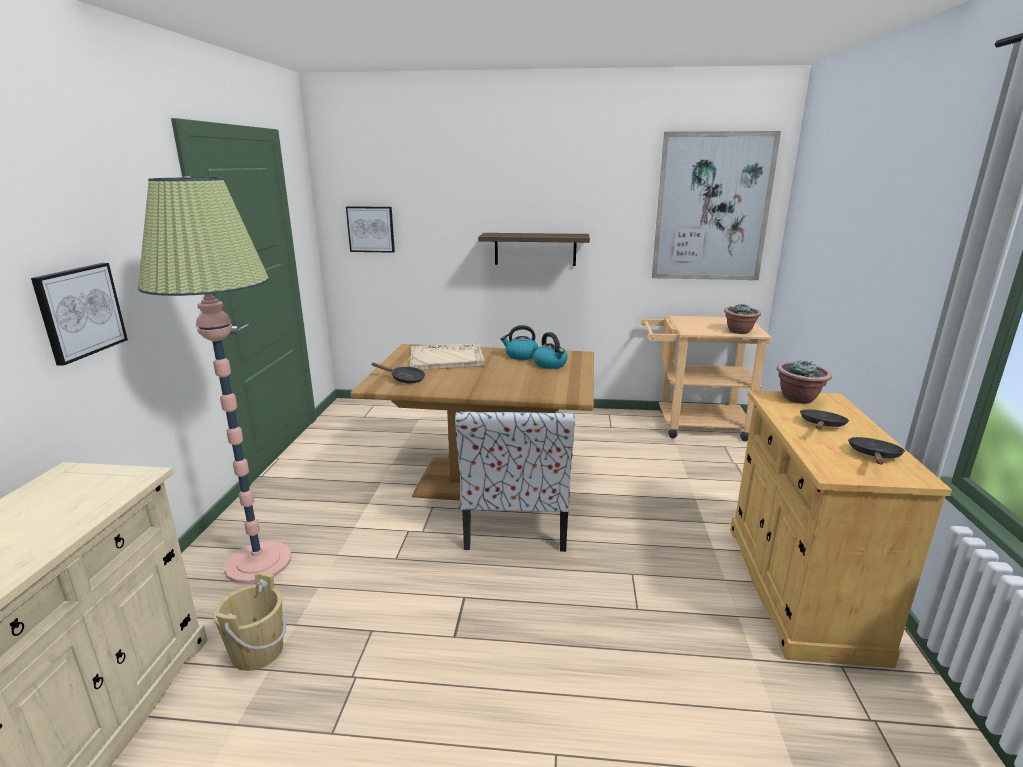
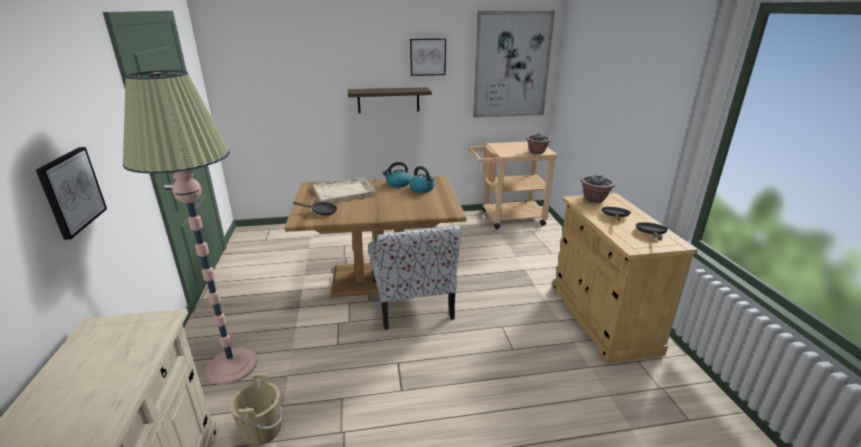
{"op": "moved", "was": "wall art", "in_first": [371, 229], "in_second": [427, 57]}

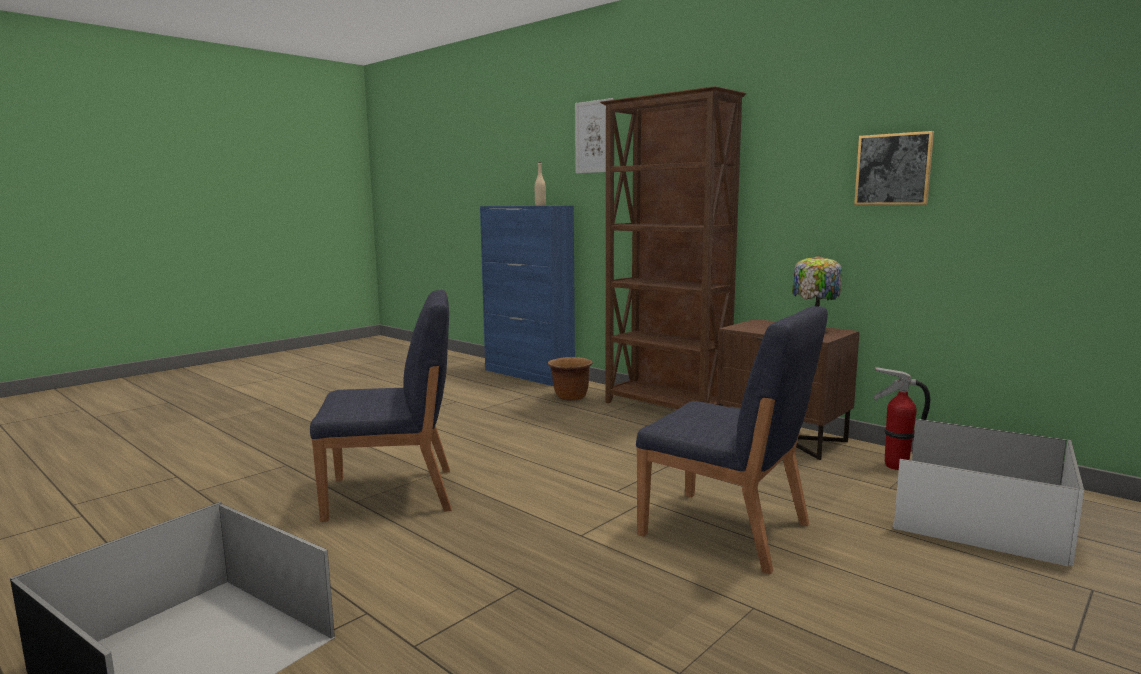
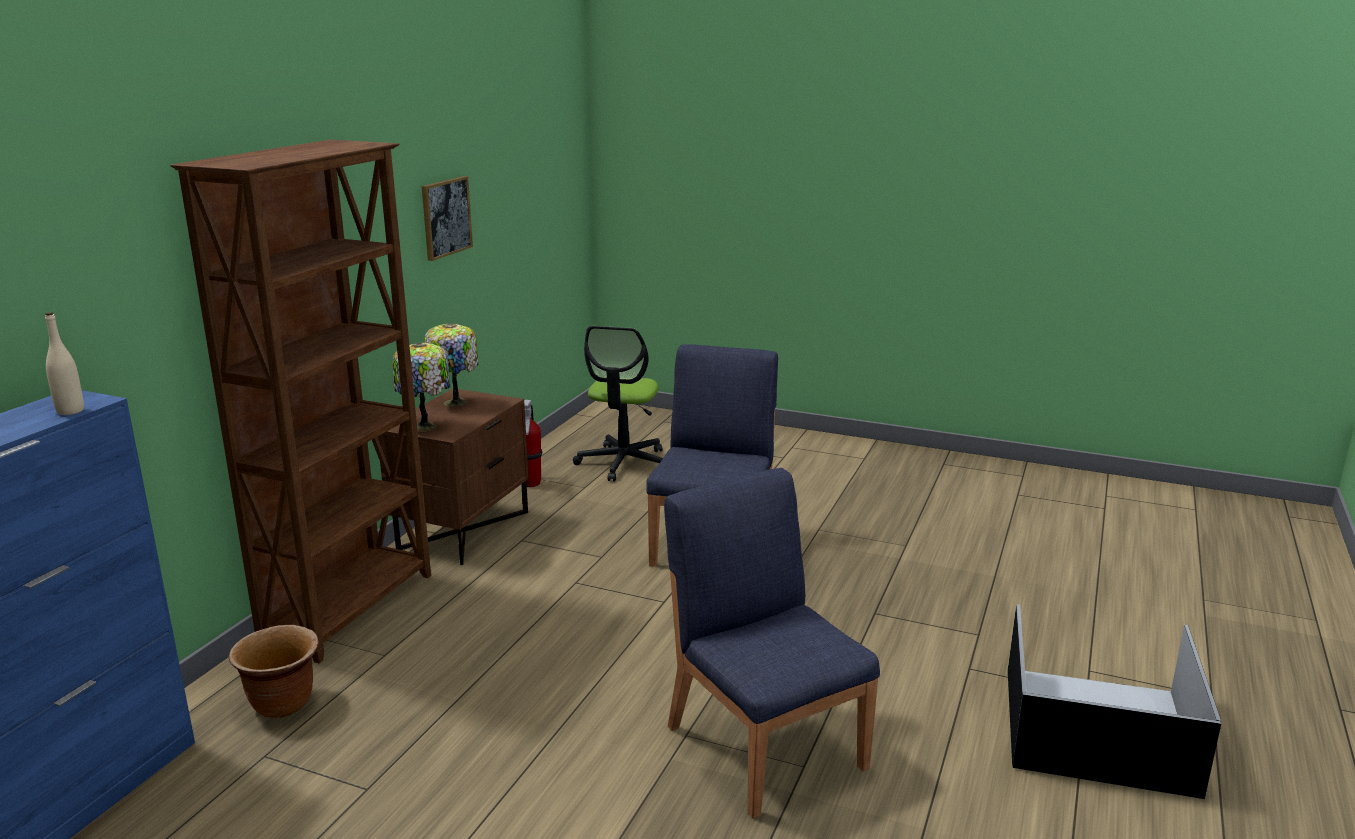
{"op": "removed", "was": "wall art", "in_first": [594, 137]}
{"op": "replaced", "was": "white storage box", "now": "desk chair", "in_first": [980, 515], "in_second": [623, 462]}
{"op": "added", "now": "table lamp", "in_second": [425, 427]}

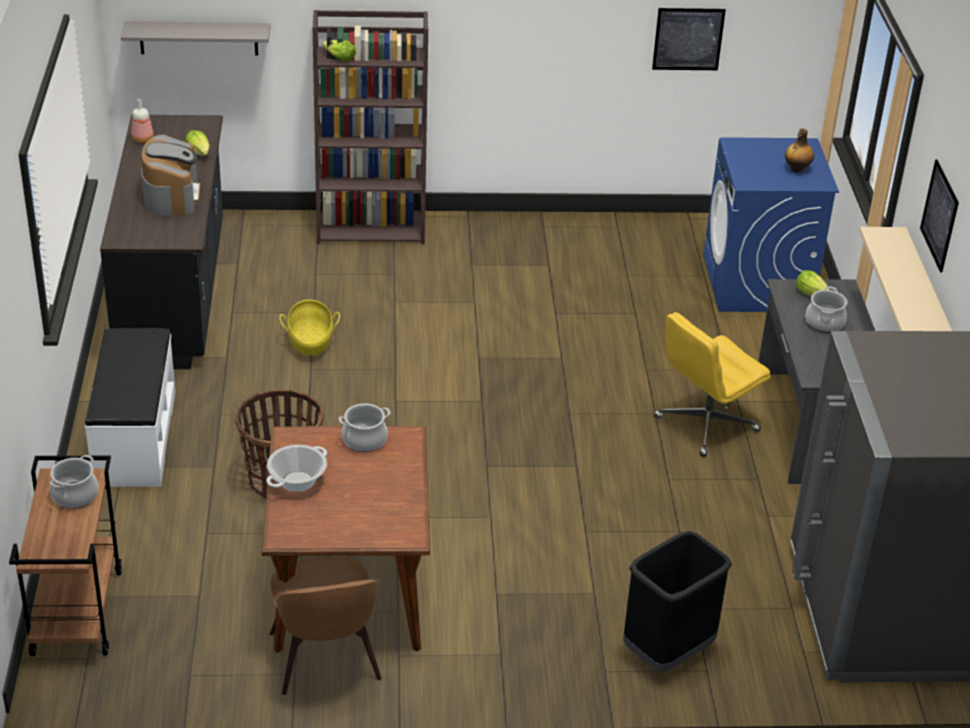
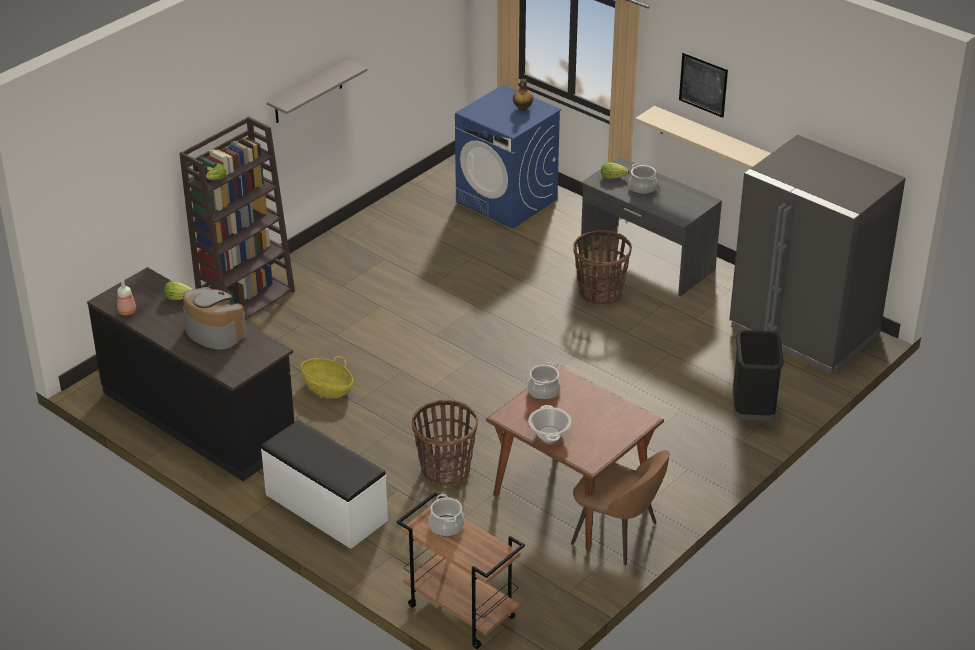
{"op": "moved", "was": "greyish wall shelf", "in_first": [198, 38], "in_second": [308, 92]}
{"op": "removed", "was": "wall art", "in_first": [688, 39]}
{"op": "replaced", "was": "yellowish desk chair", "now": "household basket", "in_first": [705, 425], "in_second": [600, 293]}

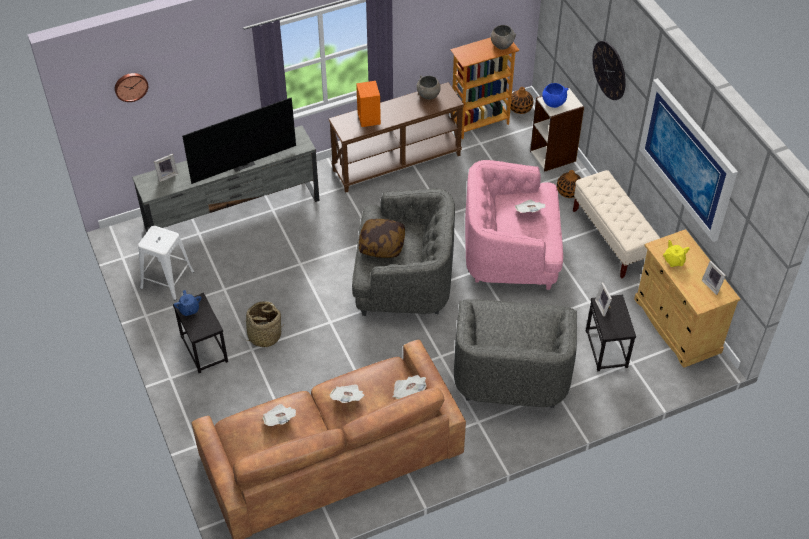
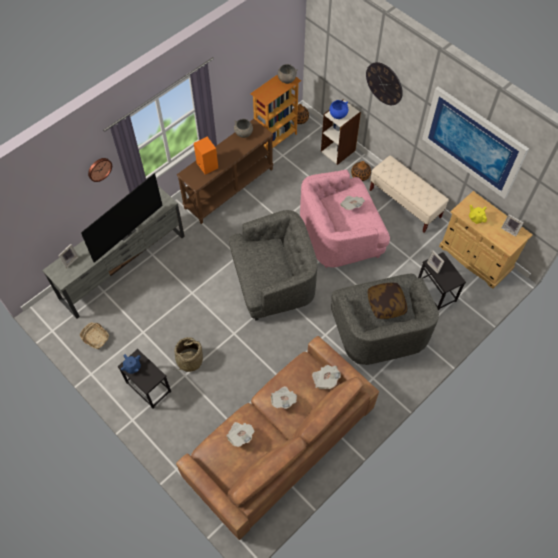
{"op": "moved", "was": "wall clock", "in_first": [130, 86], "in_second": [99, 169]}
{"op": "replaced", "was": "white stool seat", "now": "household basket", "in_first": [167, 279], "in_second": [95, 338]}
{"op": "moved", "was": "pillow", "in_first": [382, 244], "in_second": [386, 304]}

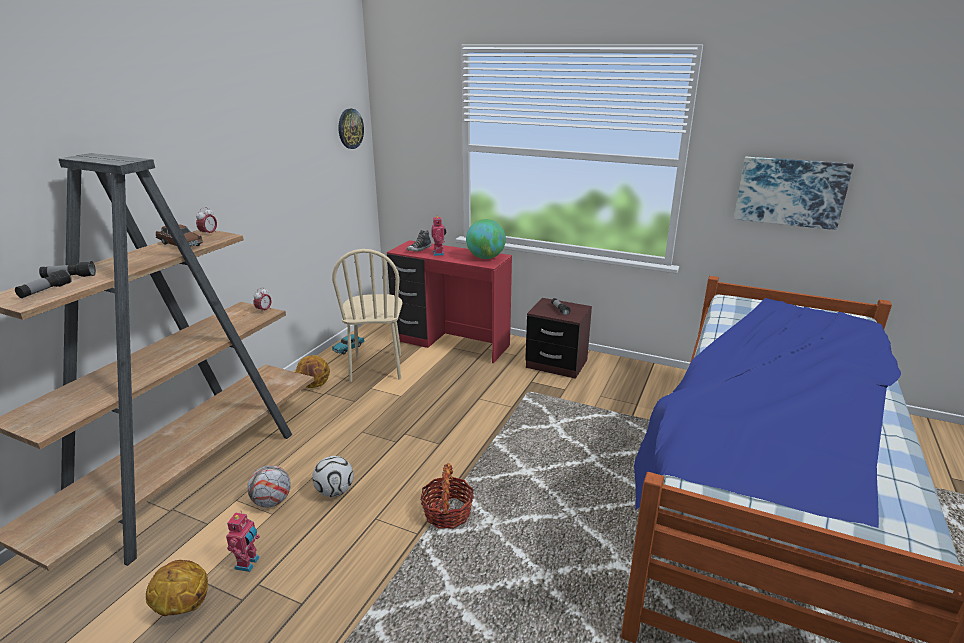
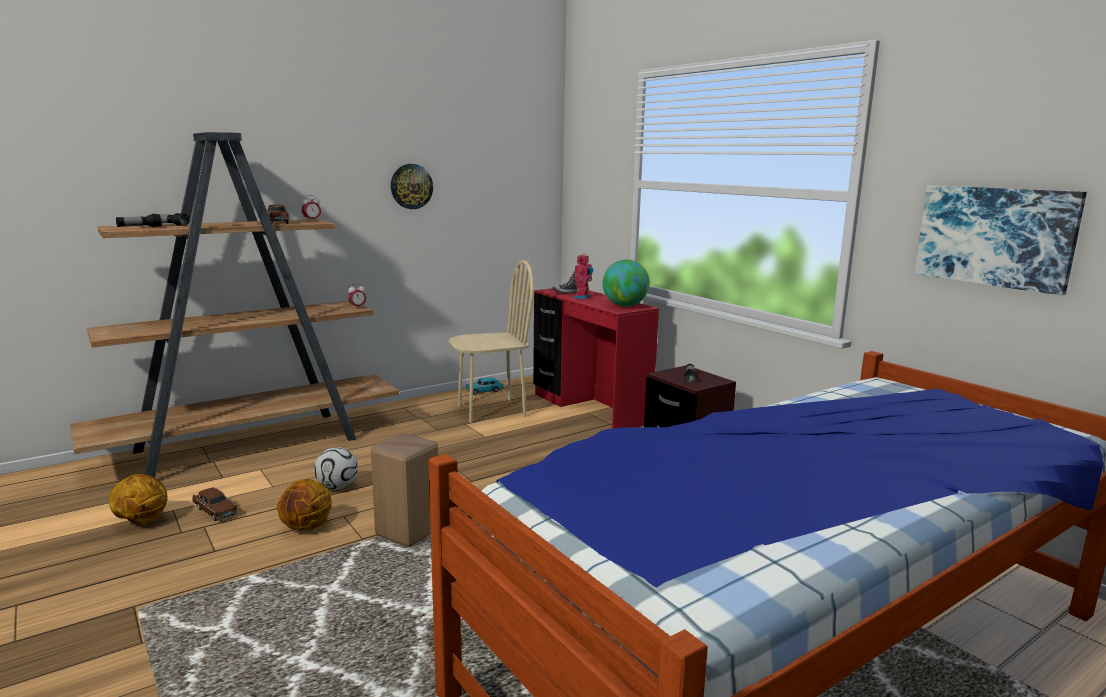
{"op": "replaced", "was": "model robot", "now": "brown toy car", "in_first": [248, 563], "in_second": [215, 511]}
{"op": "removed", "was": "ball for football", "in_first": [272, 501]}
{"op": "moved", "was": "ball for basketball", "in_first": [314, 385], "in_second": [306, 527]}
{"op": "turned", "was": "beige plain chair", "in_first": [377, 367], "in_second": [491, 411], "clockwise": -135}
{"op": "moved", "was": "wall clock", "in_first": [350, 128], "in_second": [411, 186]}
{"op": "replaced", "was": "household basket", "now": "beige stool seat", "in_first": [447, 513], "in_second": [408, 533]}

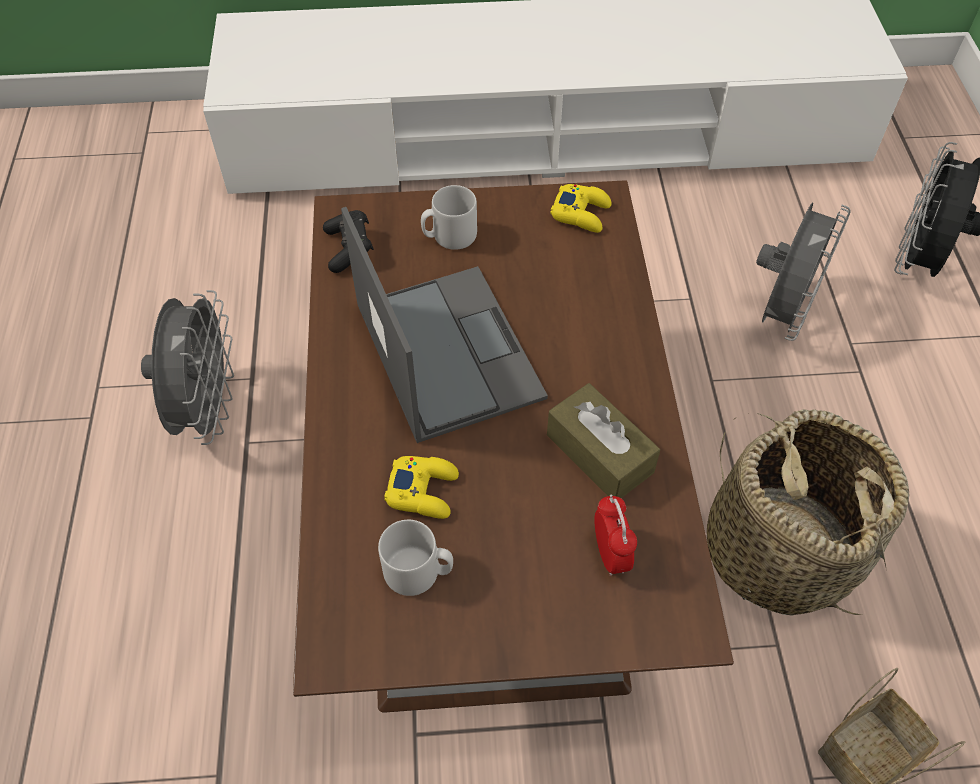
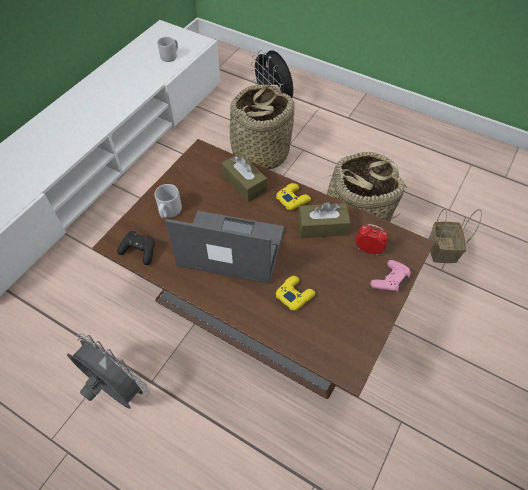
{"op": "moved", "was": "greyish mug", "in_first": [418, 572], "in_second": [170, 56]}
{"op": "moved", "was": "yellowish gamepad", "in_first": [581, 213], "in_second": [293, 199]}
{"op": "replaced", "was": "greyish cooling fan", "now": "household basket", "in_first": [782, 313], "in_second": [260, 153]}
{"op": "added", "now": "brown tissue holder", "in_second": [244, 183]}
{"op": "added", "now": "pinkish gamepad", "in_second": [390, 281]}

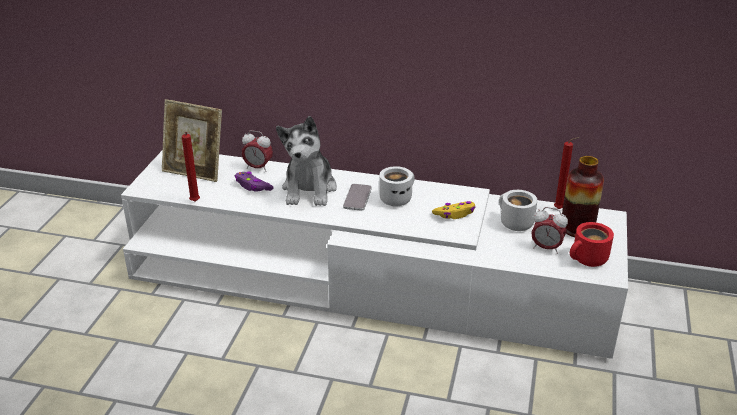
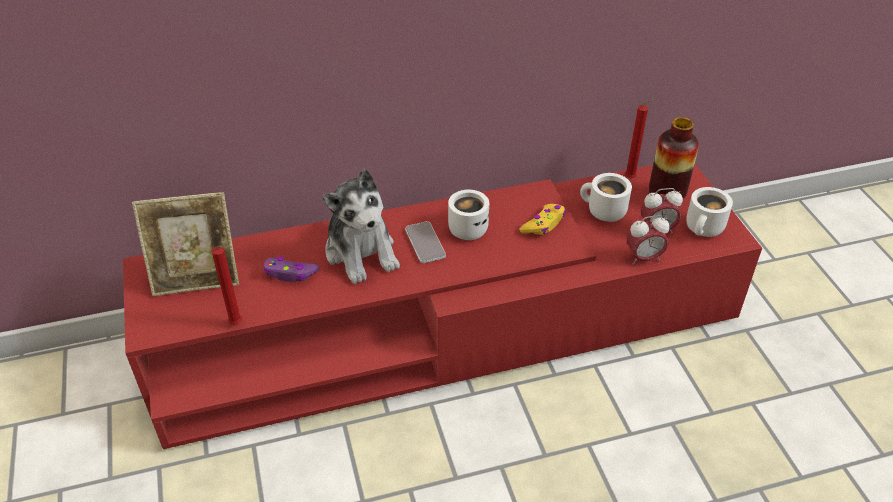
{"op": "recoloured", "was": "white media console", "now": "red media console", "in_first": [368, 282], "in_second": [446, 329]}
{"op": "moved", "was": "table clock", "in_first": [258, 168], "in_second": [643, 258]}
{"op": "recoloured", "was": "red mug", "now": "white mug", "in_first": [588, 260], "in_second": [705, 229]}

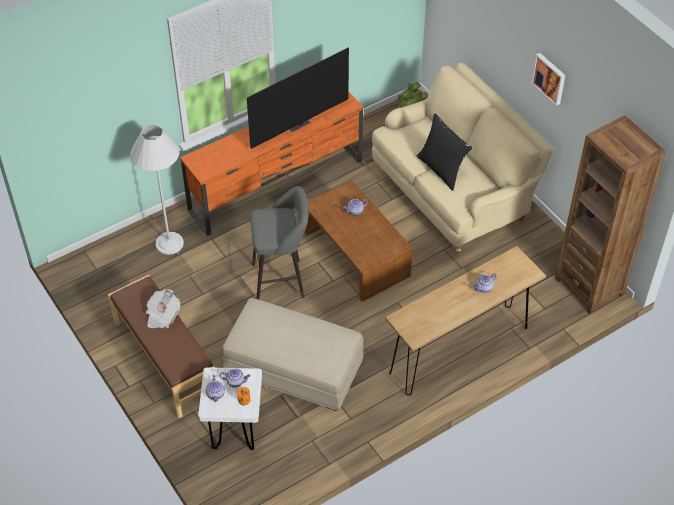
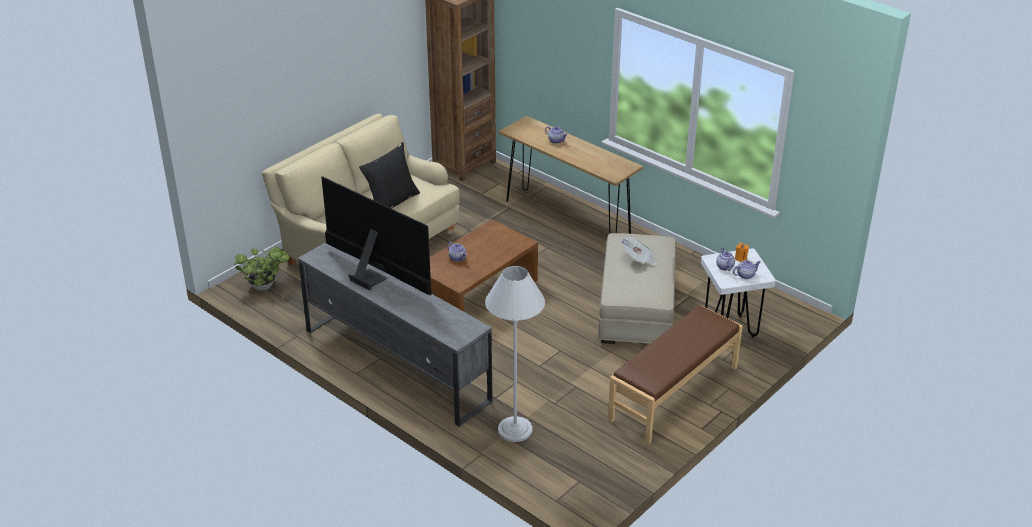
{"op": "moved", "was": "daily paper", "in_first": [162, 316], "in_second": [639, 259]}
{"op": "recoloured", "was": "orangey media console", "now": "greyish media console", "in_first": [277, 185], "in_second": [396, 364]}
{"op": "removed", "was": "greyish stool seat", "in_first": [282, 280]}
{"op": "removed", "was": "wall art", "in_first": [549, 78]}

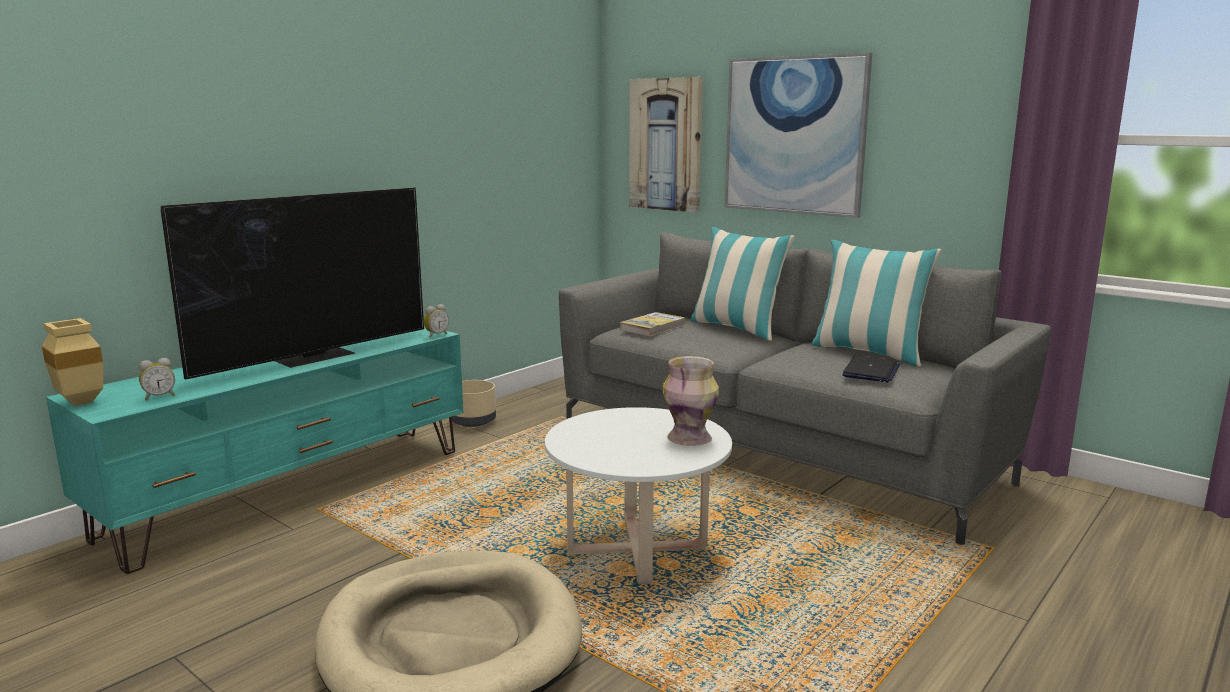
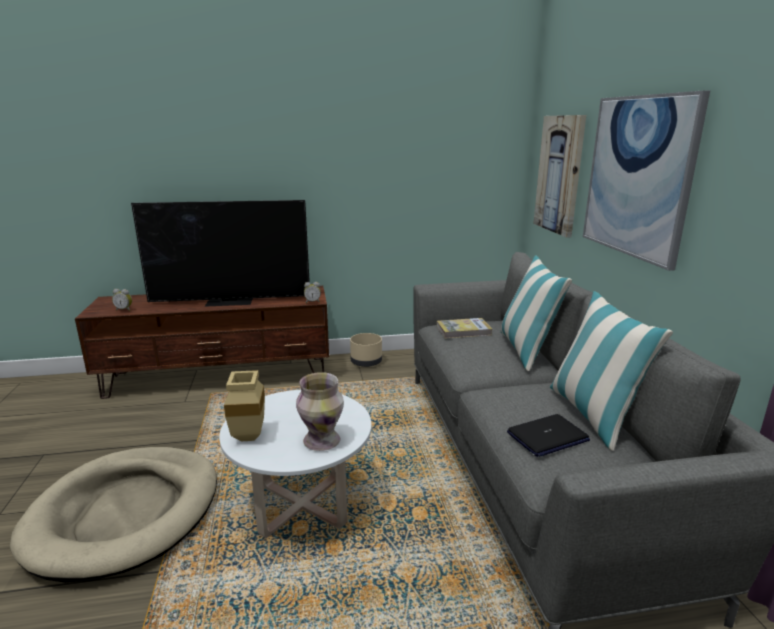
{"op": "moved", "was": "beige flower vase", "in_first": [83, 402], "in_second": [250, 438]}
{"op": "recoloured", "was": "turquoise media console", "now": "brown media console", "in_first": [294, 491], "in_second": [220, 377]}

